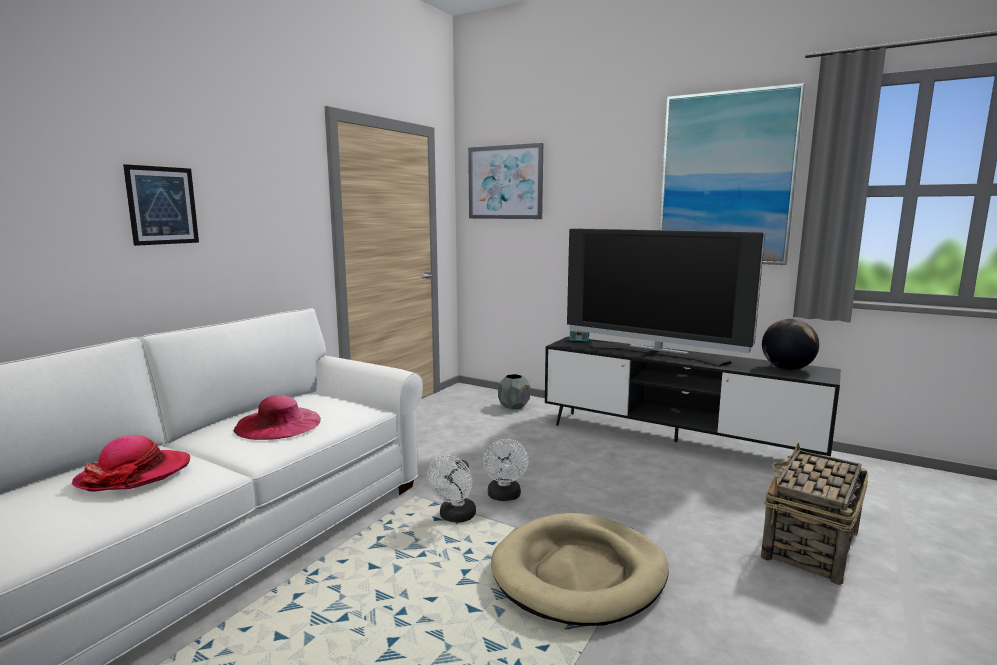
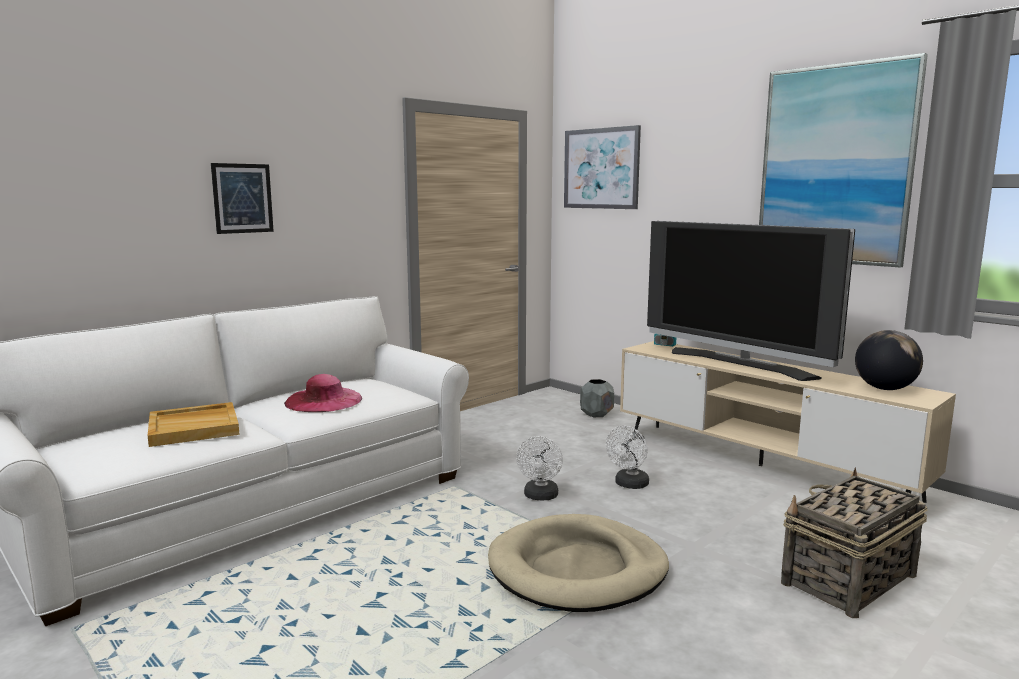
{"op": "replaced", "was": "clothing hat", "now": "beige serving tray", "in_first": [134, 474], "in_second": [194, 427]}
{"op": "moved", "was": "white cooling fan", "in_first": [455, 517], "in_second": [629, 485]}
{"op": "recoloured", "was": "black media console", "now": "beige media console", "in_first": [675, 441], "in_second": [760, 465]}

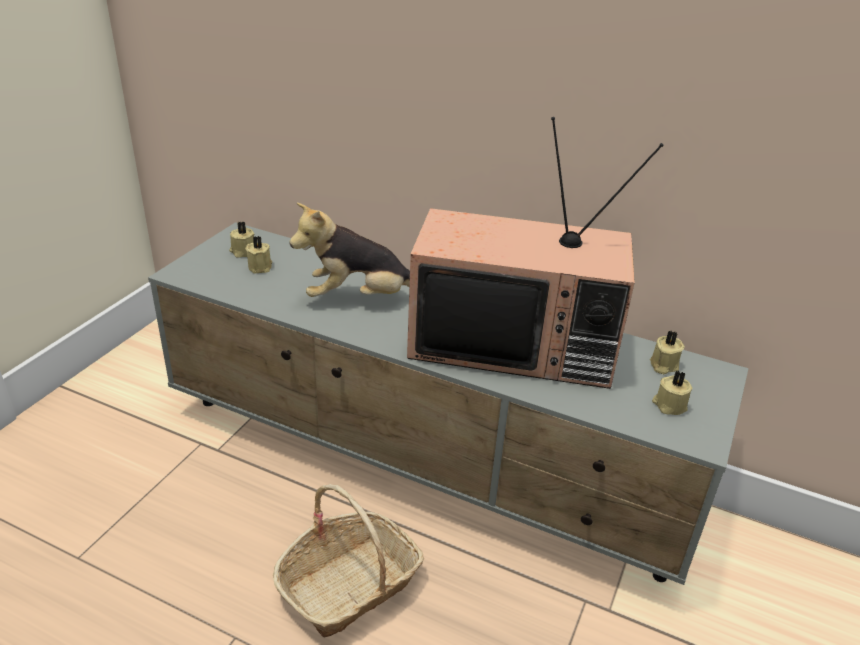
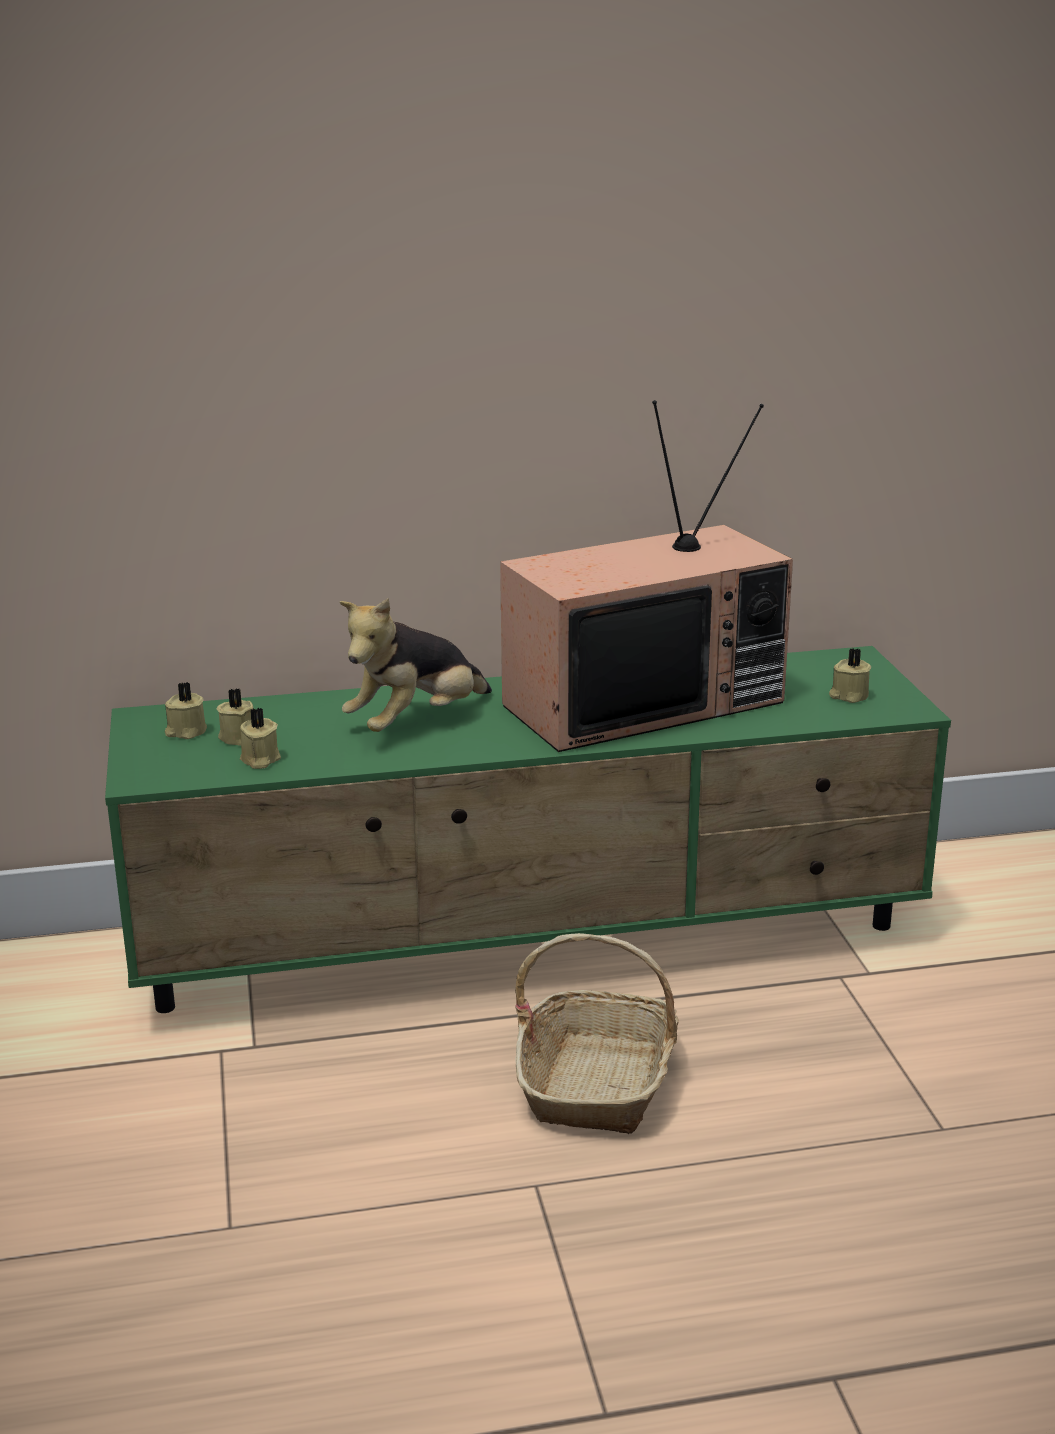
{"op": "recoloured", "was": "greyish media console", "now": "greenish media console", "in_first": [425, 463], "in_second": [533, 942]}
{"op": "moved", "was": "beige candle", "in_first": [663, 365], "in_second": [259, 760]}

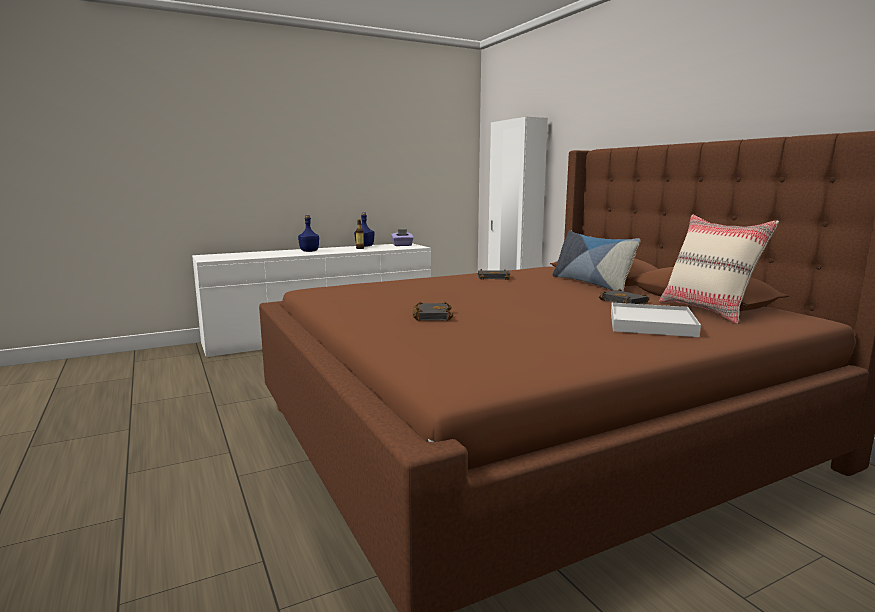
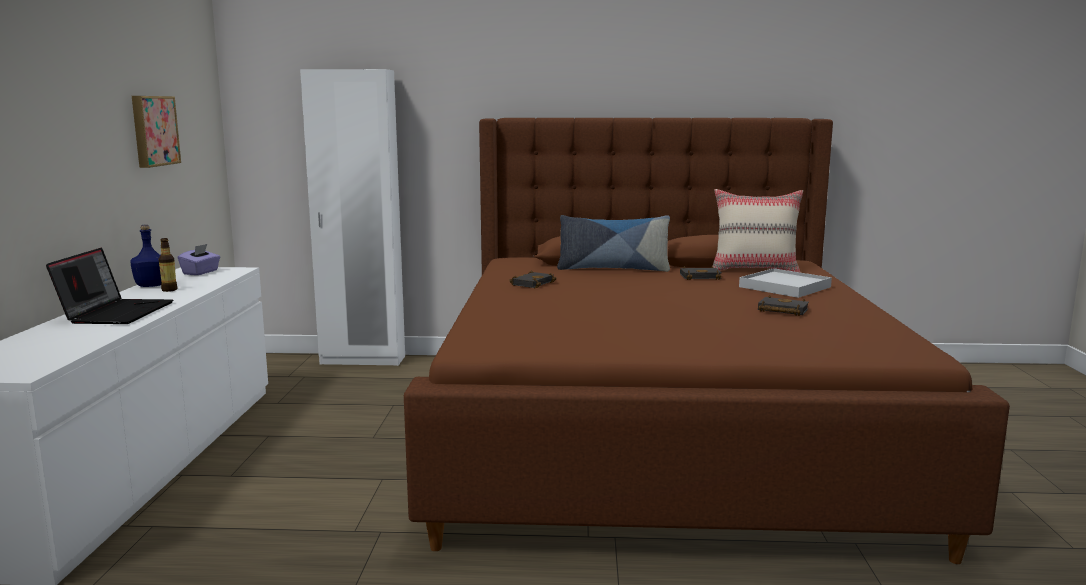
{"op": "replaced", "was": "bluish drink bottle", "now": "laptop", "in_first": [309, 251], "in_second": [116, 312]}
{"op": "moved", "was": "black volume", "in_first": [430, 315], "in_second": [781, 311]}
{"op": "added", "now": "wall art", "in_second": [153, 131]}

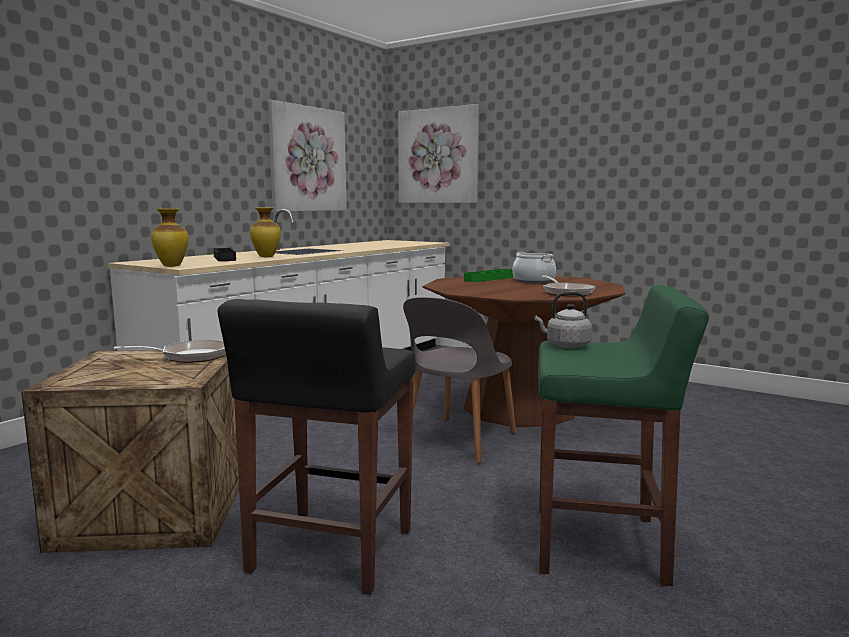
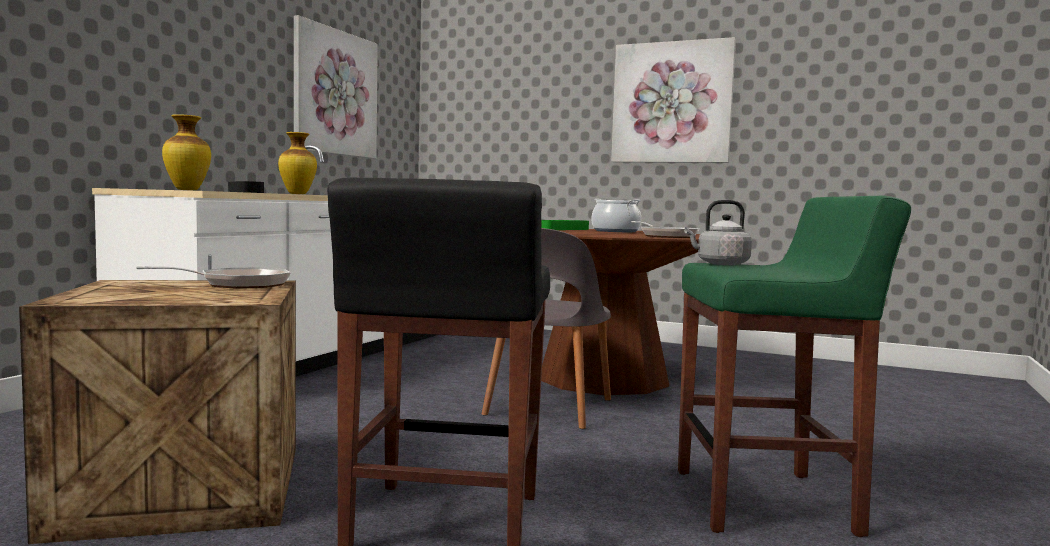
{"op": "moved", "was": "wall art", "in_first": [438, 156], "in_second": [671, 102]}

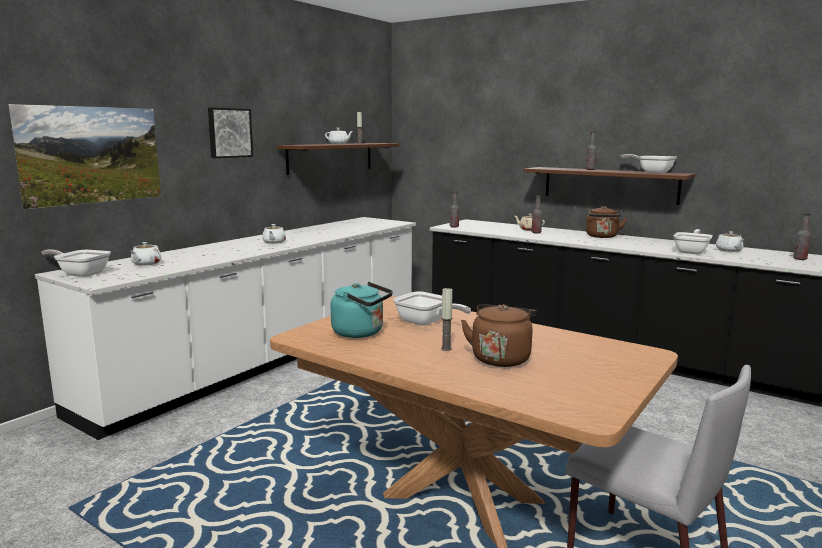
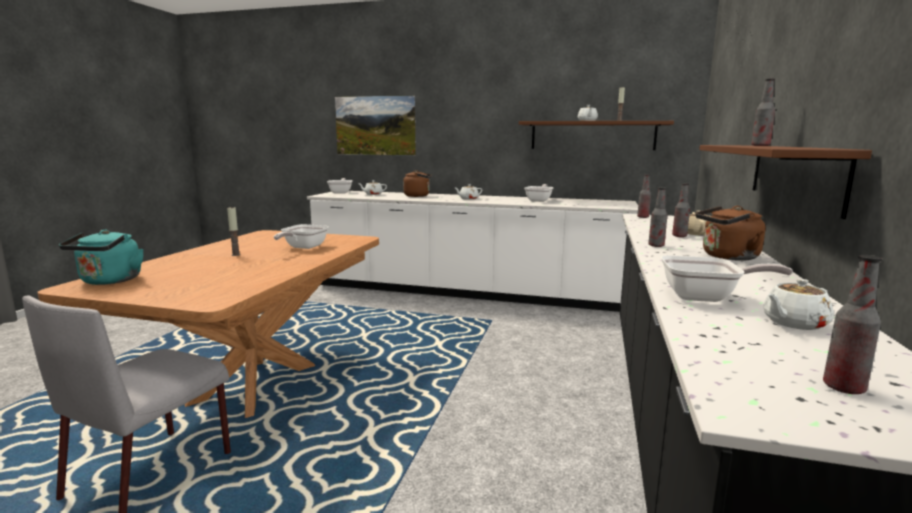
{"op": "removed", "was": "wall art", "in_first": [229, 133]}
{"op": "moved", "was": "turquoise water kettle", "in_first": [361, 333], "in_second": [109, 281]}
{"op": "moved", "was": "brown water kettle", "in_first": [501, 358], "in_second": [418, 196]}
{"op": "moved", "was": "skillet", "in_first": [652, 172], "in_second": [539, 200]}
{"op": "added", "now": "drink bottle", "in_second": [656, 246]}

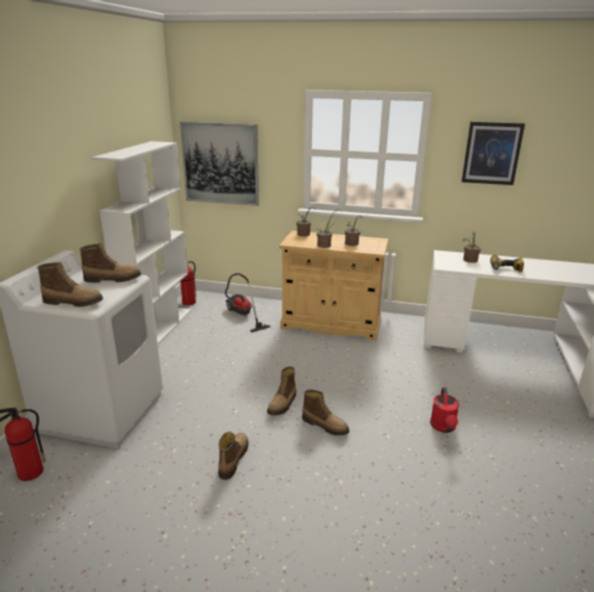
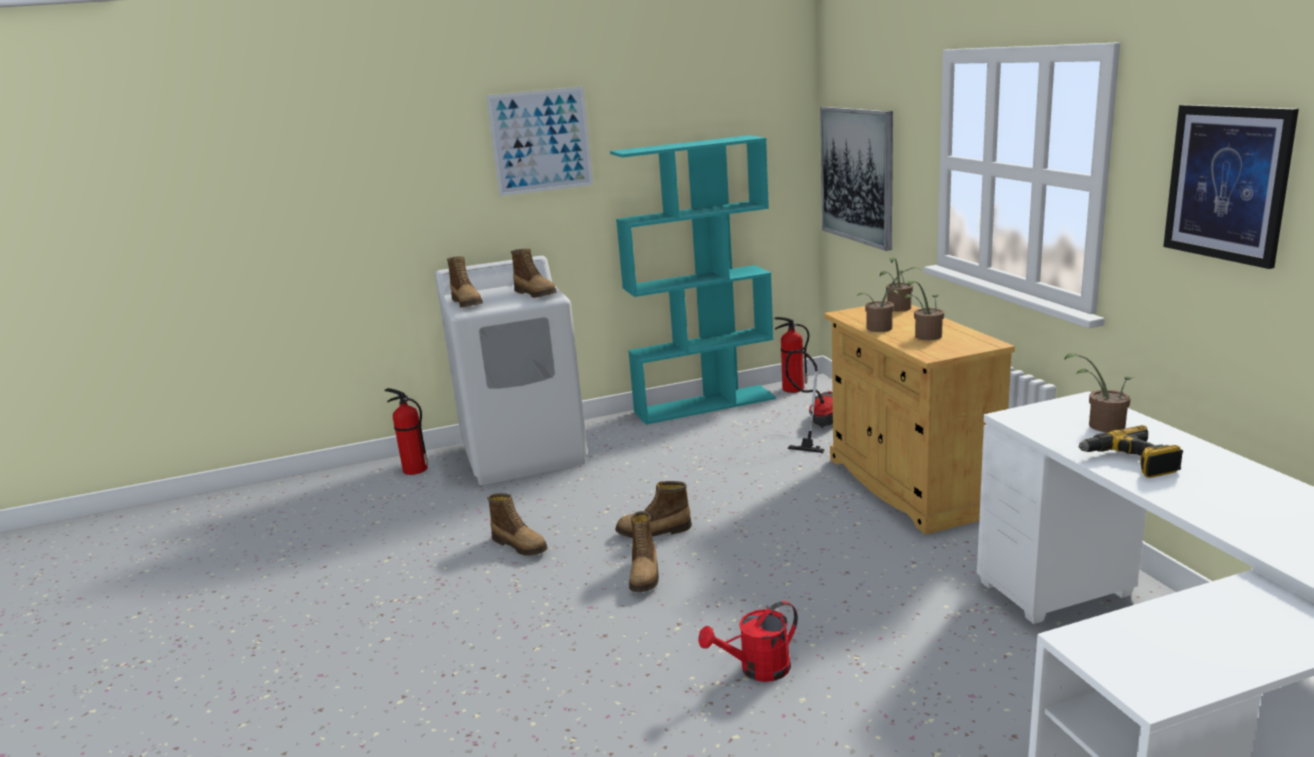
{"op": "recoloured", "was": "white shelving unit", "now": "turquoise shelving unit", "in_first": [158, 329], "in_second": [705, 404]}
{"op": "turned", "was": "boot", "in_first": [232, 459], "in_second": [520, 545], "clockwise": 60}
{"op": "added", "now": "wall art", "in_second": [541, 141]}

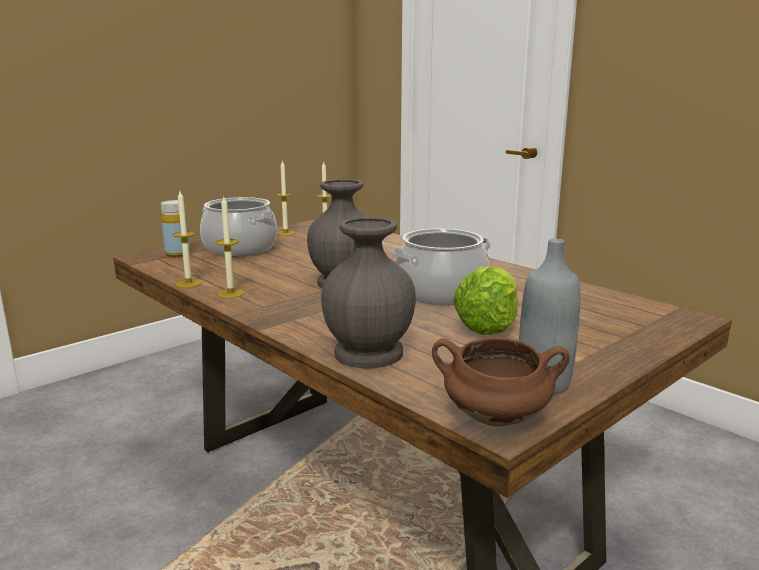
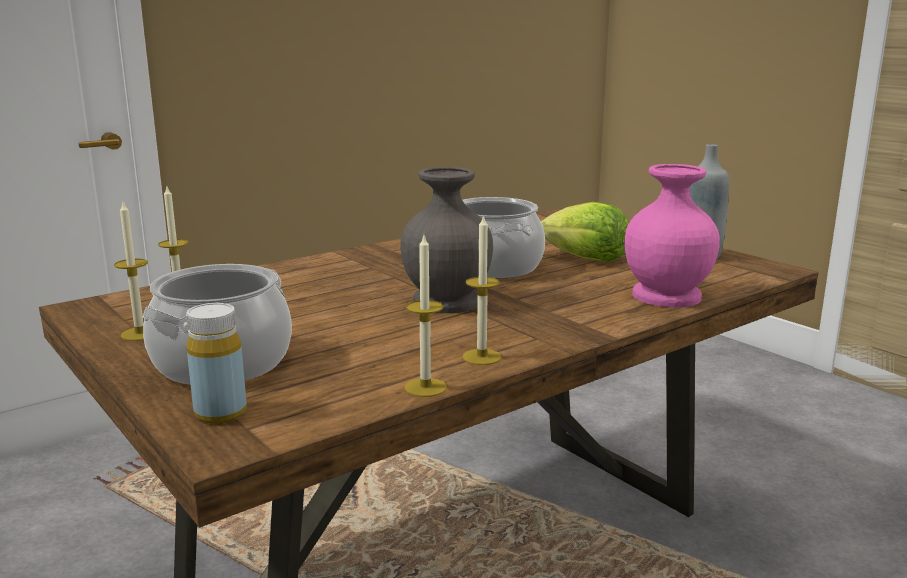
{"op": "recoloured", "was": "greyish flower vase", "now": "pinkish flower vase", "in_first": [367, 354], "in_second": [668, 296]}
{"op": "removed", "was": "brown stockpot", "in_first": [494, 419]}

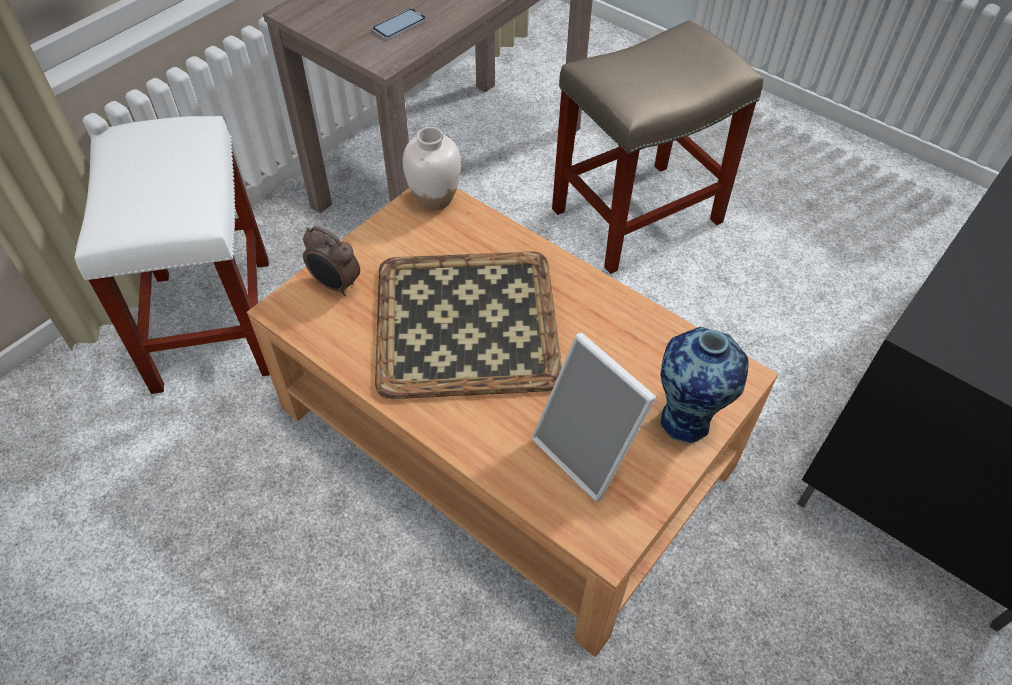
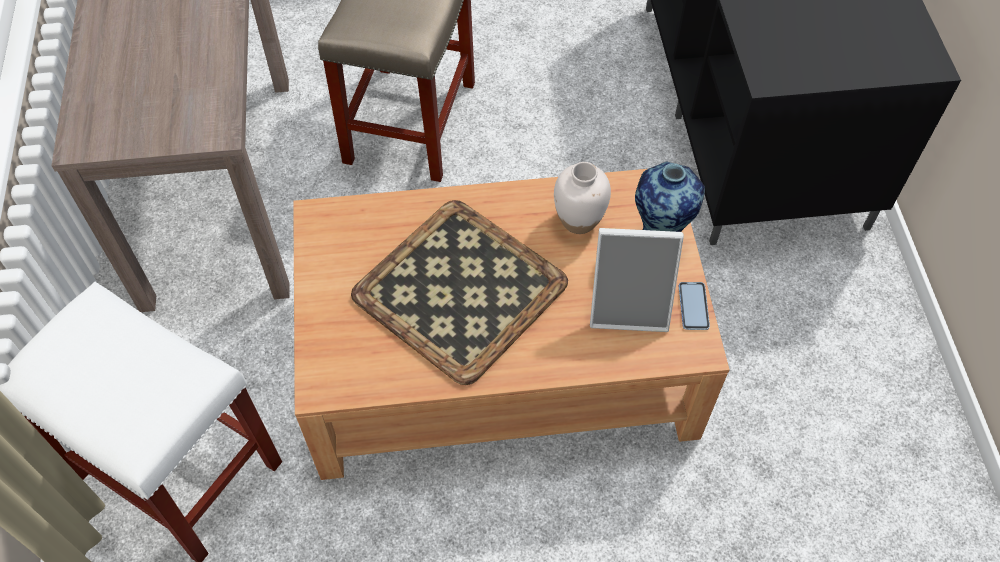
{"op": "removed", "was": "table clock", "in_first": [335, 285]}
{"op": "moved", "was": "telephone", "in_first": [399, 25], "in_second": [693, 306]}
{"op": "moved", "was": "white flower vase", "in_first": [434, 198], "in_second": [578, 220]}

